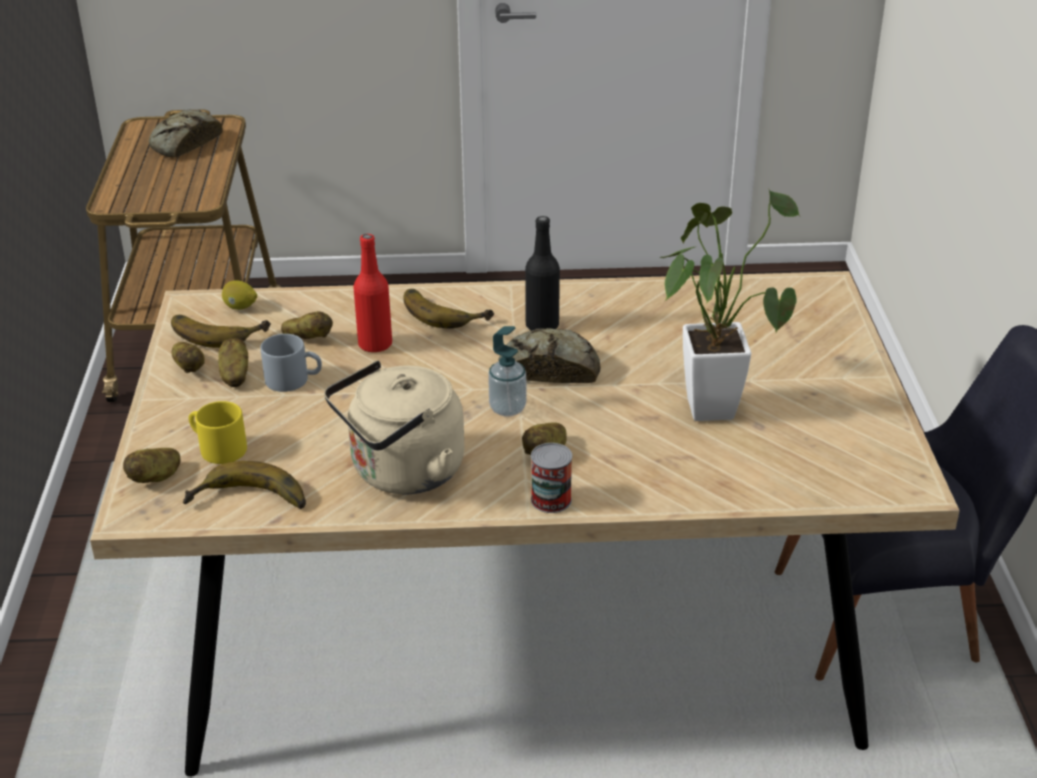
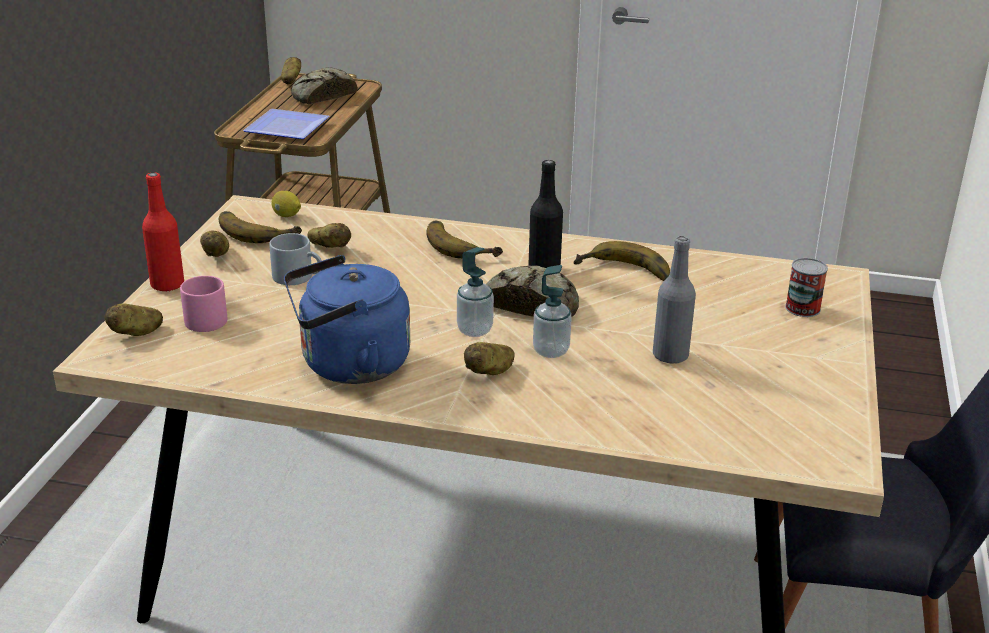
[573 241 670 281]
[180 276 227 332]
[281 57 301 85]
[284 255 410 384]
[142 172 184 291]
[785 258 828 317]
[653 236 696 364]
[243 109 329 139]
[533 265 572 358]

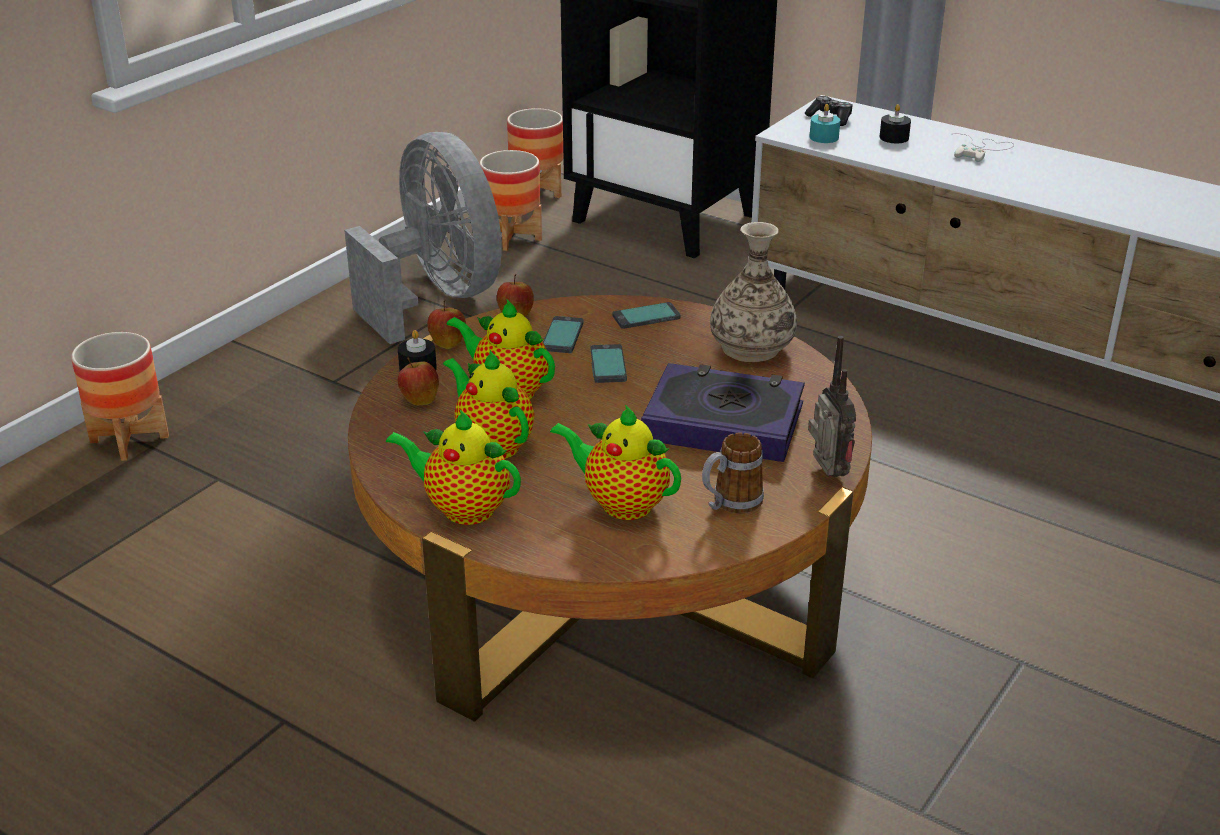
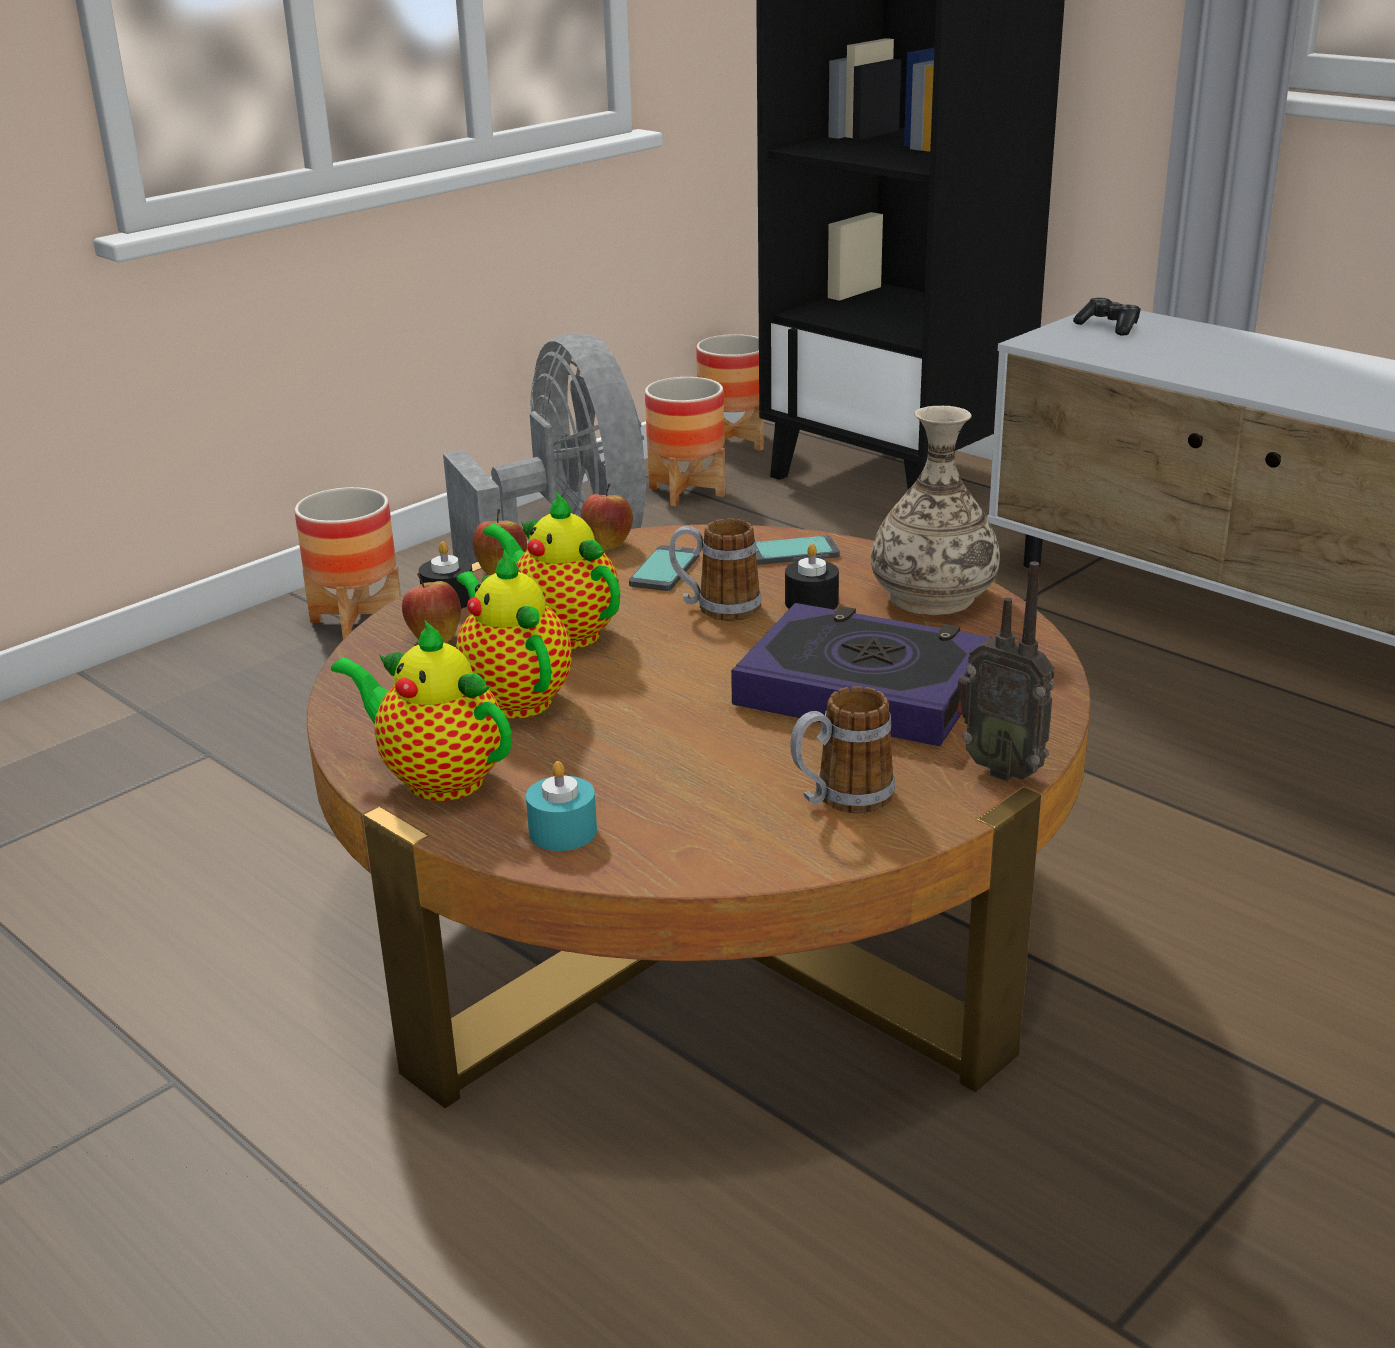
[295 487 401 640]
[550 405 681 520] (first image)
[669 518 762 621]
[957 561 1055 781]
[526 761 597 851]
[785 544 839 610]
[954 134 1014 162] (first image)

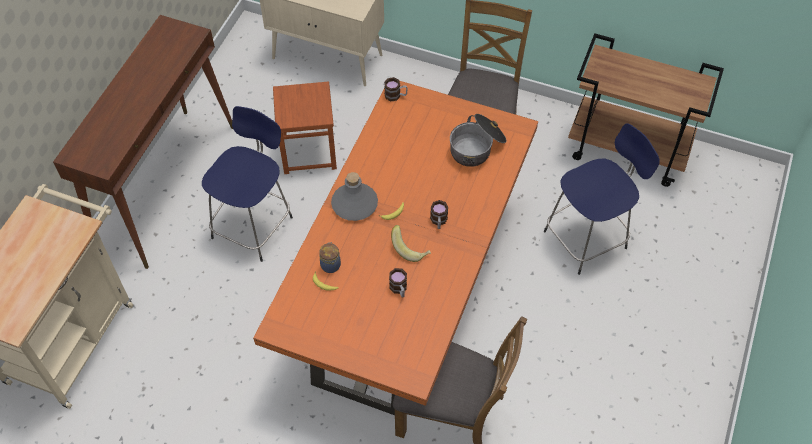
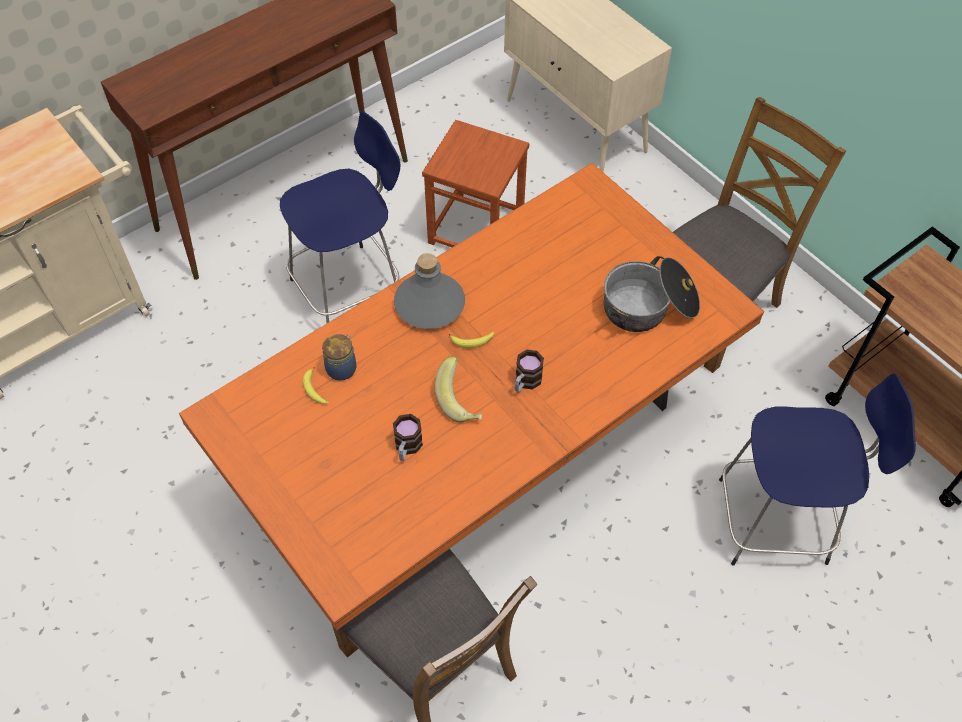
[384 77 408 101] (first image)

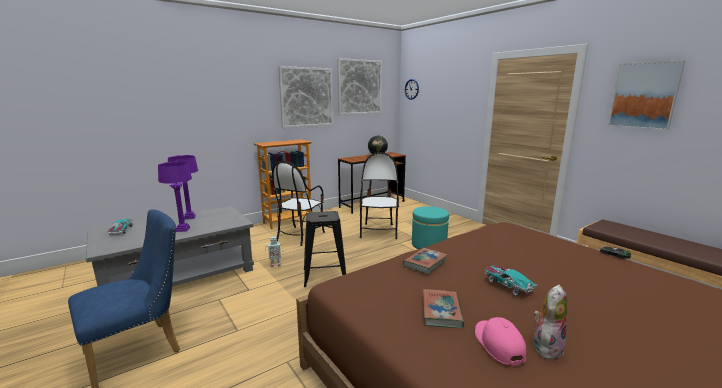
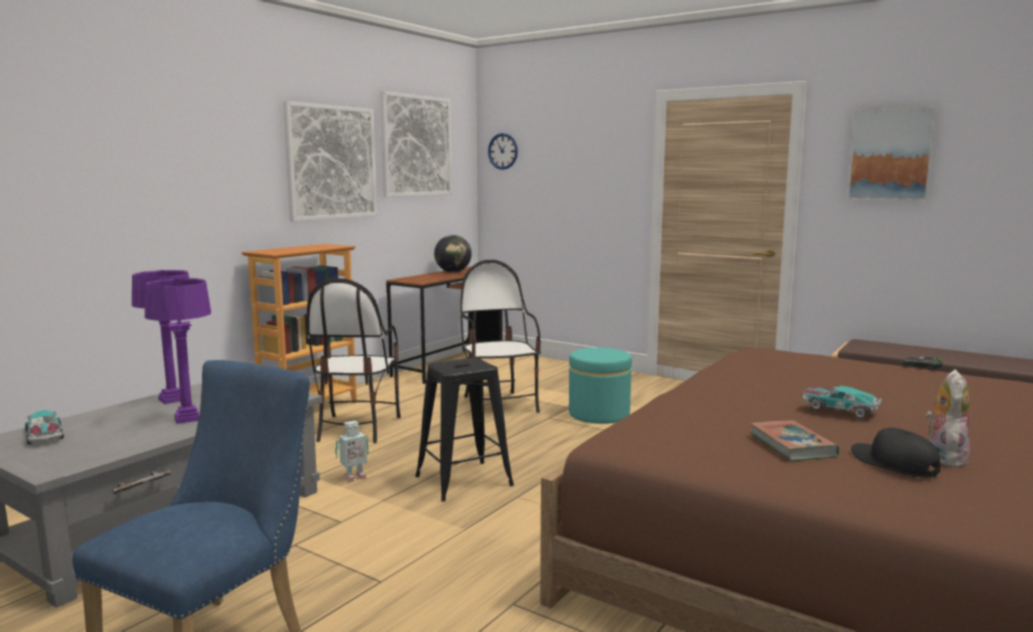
[403 248 447 274] (first image)
[851 428 940 477]

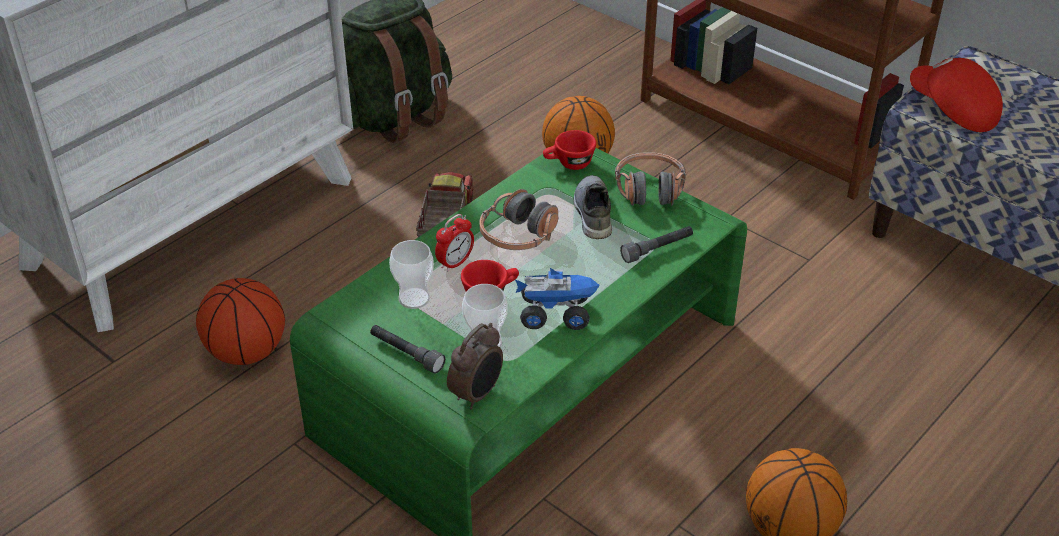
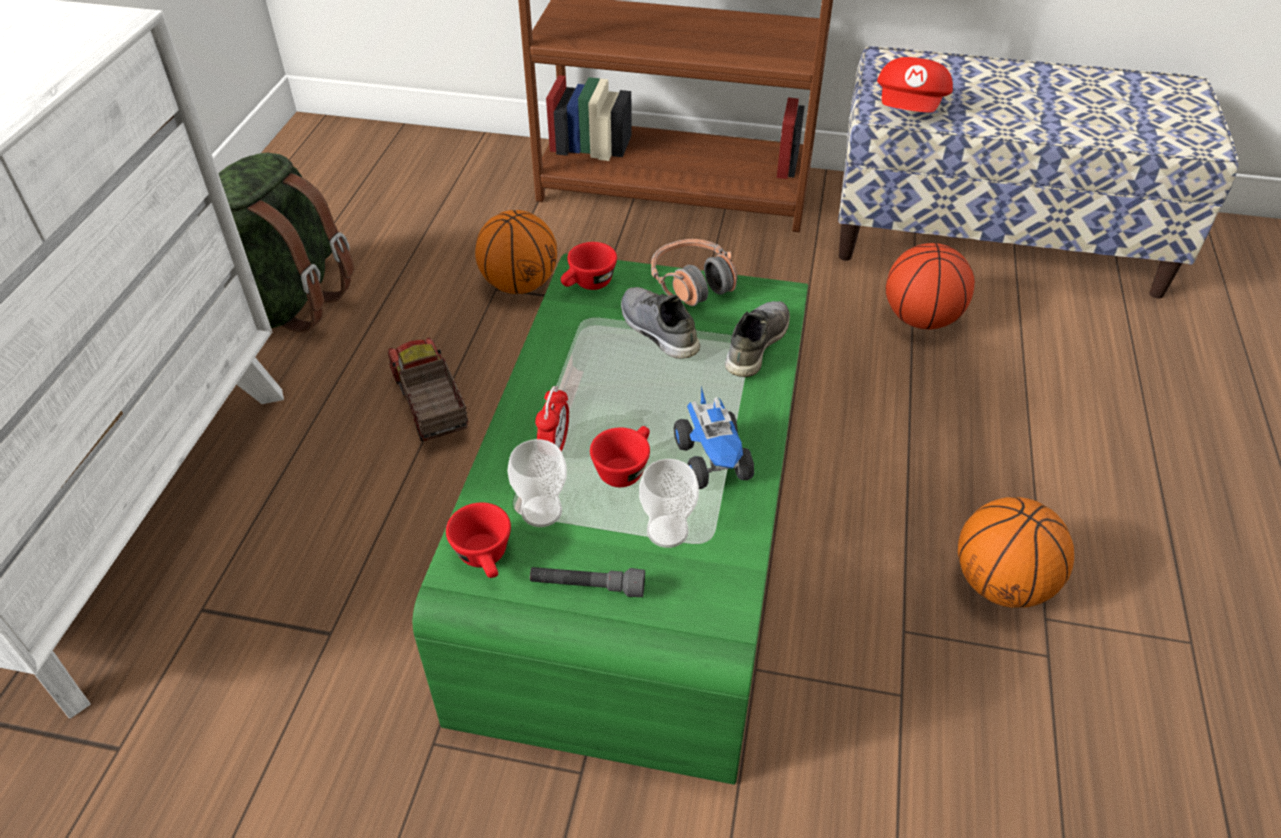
[886 243 975 330]
[447 323 503 410] (first image)
[480 189 558 250] (first image)
[674 386 754 489]
[725 301 790 377]
[877 57 953 112]
[446 502 511 578]

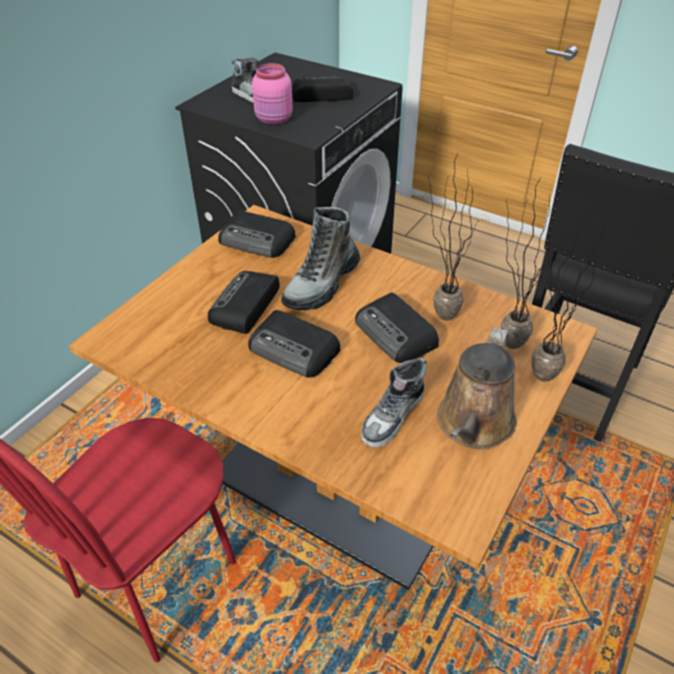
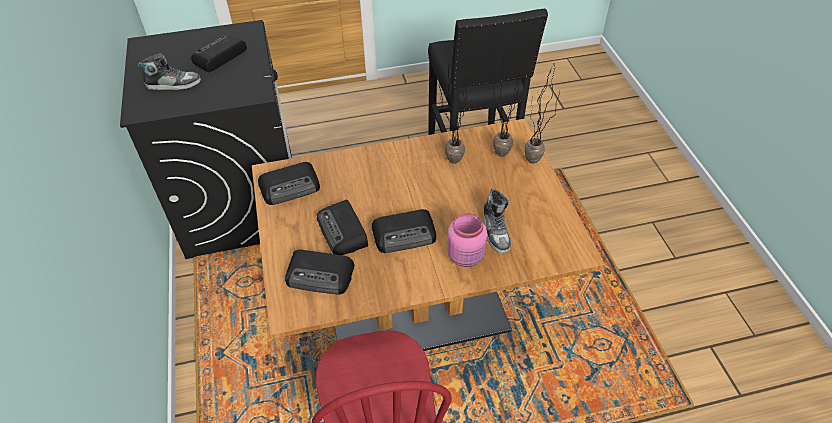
[447 213 487 267]
[281 207 360 311] (first image)
[285 250 354 295]
[437 327 517 449] (first image)

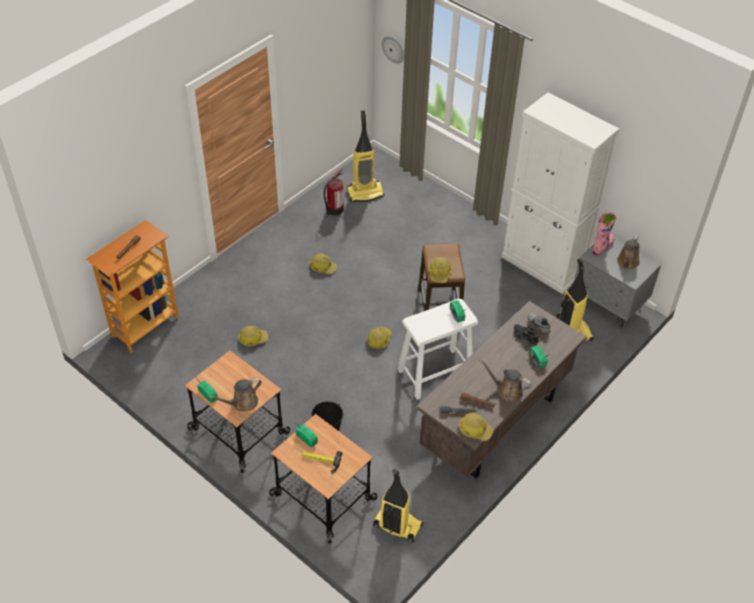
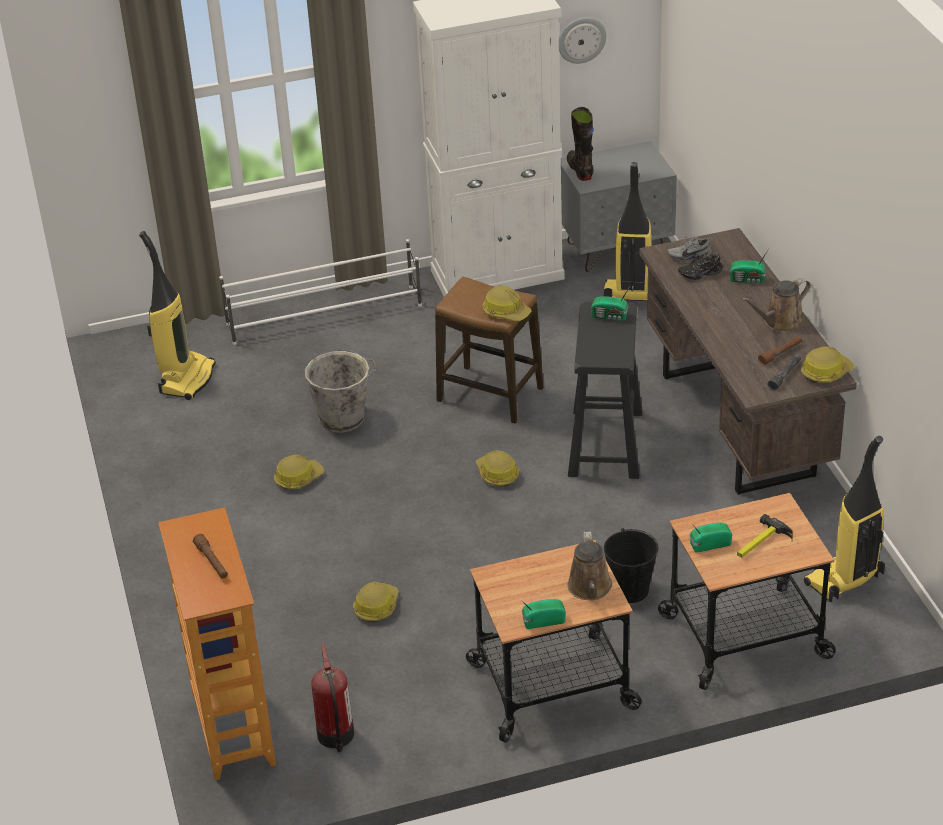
[311 643 354 752]
[559 17 606 64]
[568 302 642 479]
[567 107 594 181]
[617 235 640 269] (first image)
[219 239 422 345]
[305 349 377 433]

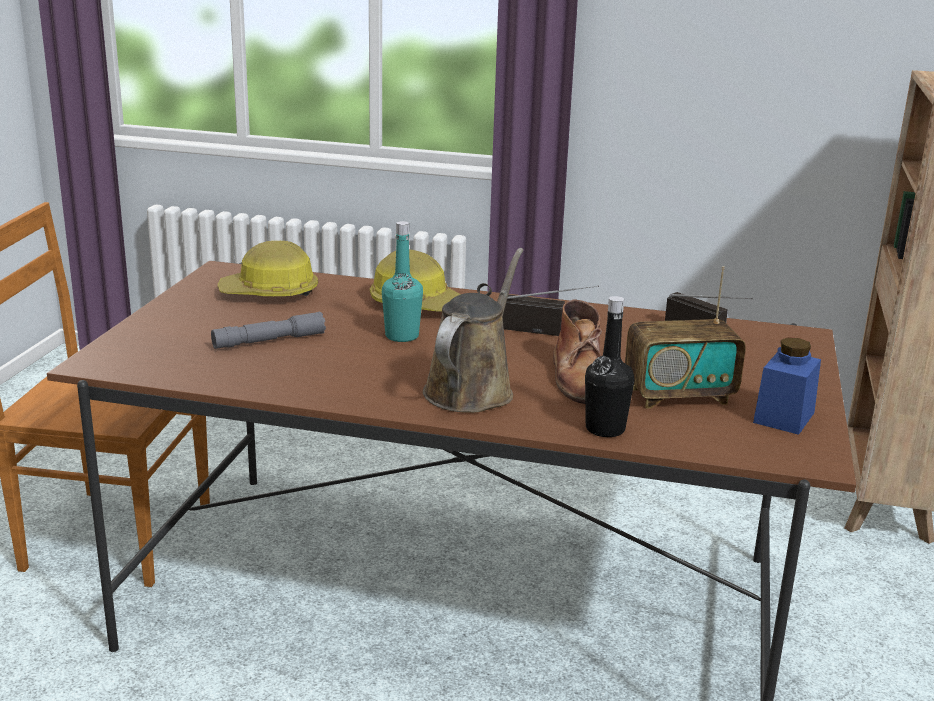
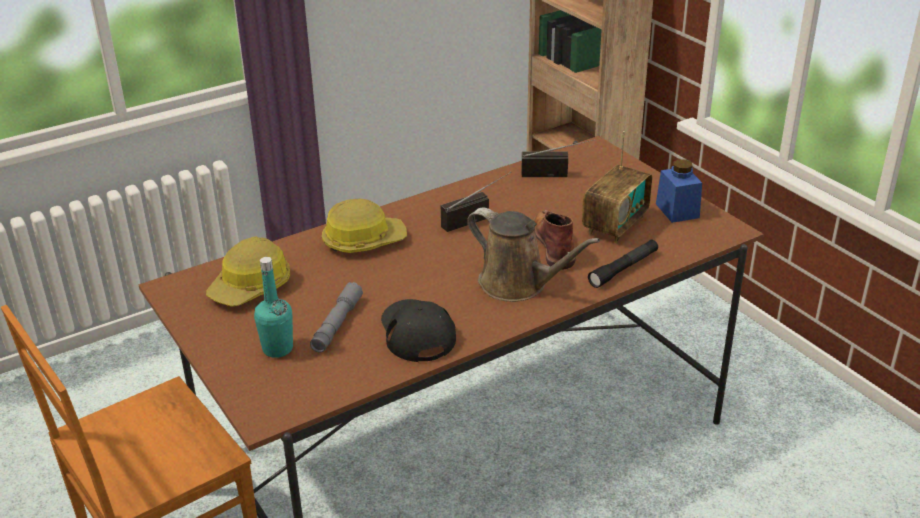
[254 257 293 358]
[467 208 600 302]
[534 210 576 270]
[588 240 658 288]
[381 299 456 362]

